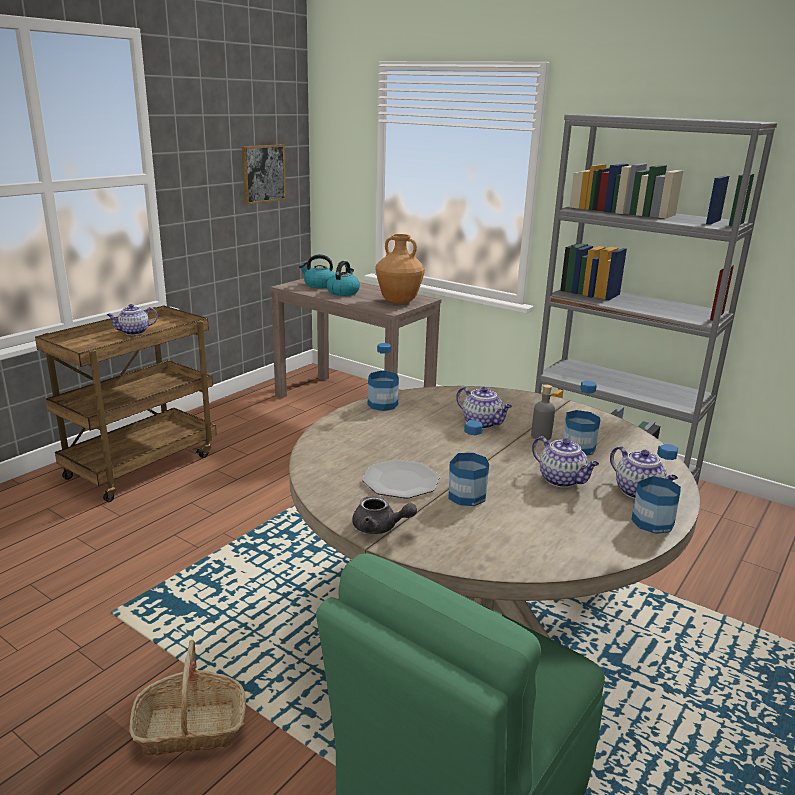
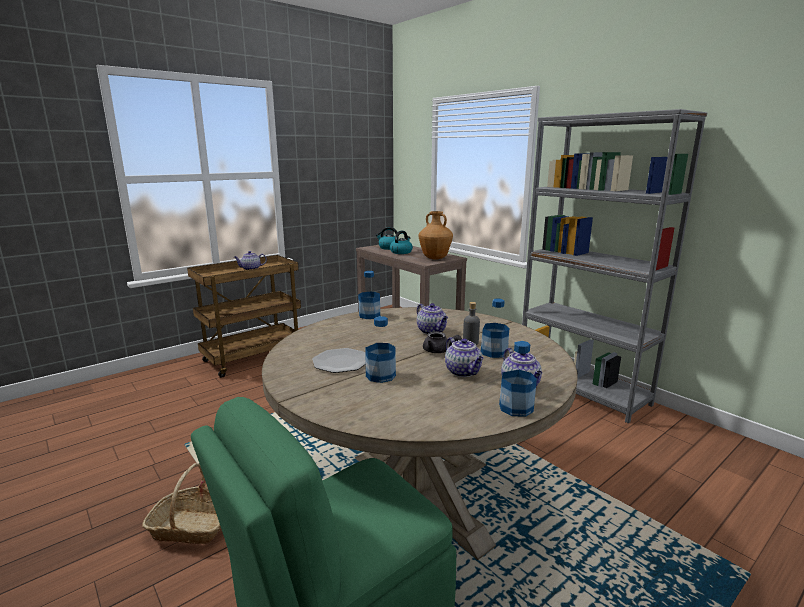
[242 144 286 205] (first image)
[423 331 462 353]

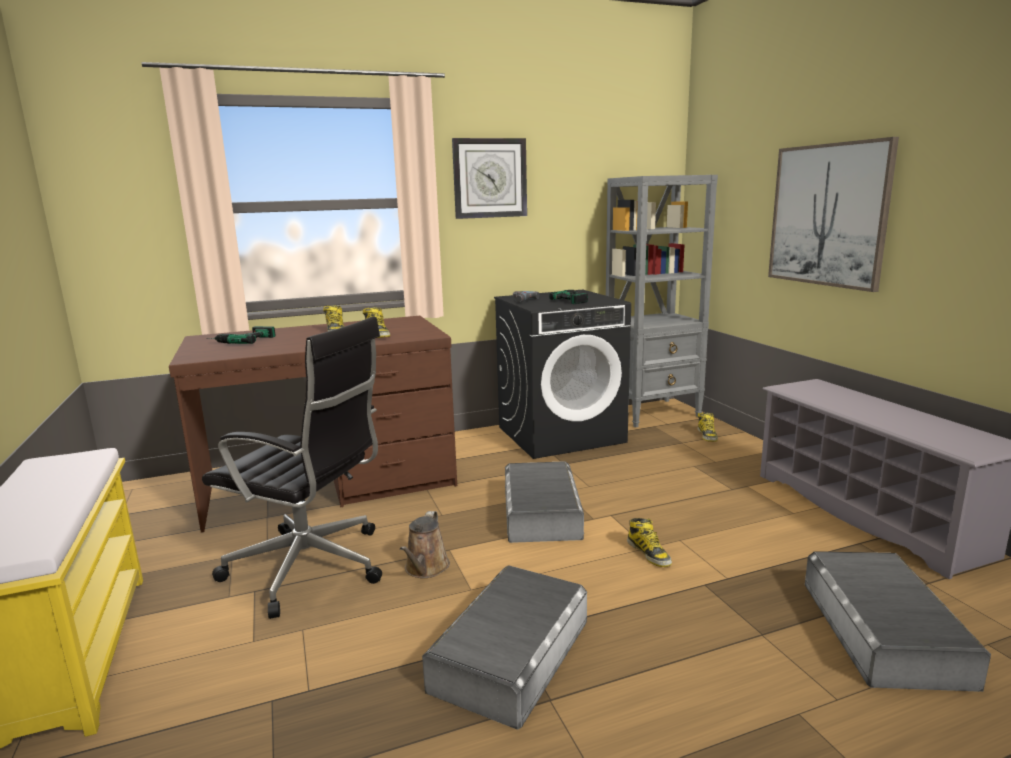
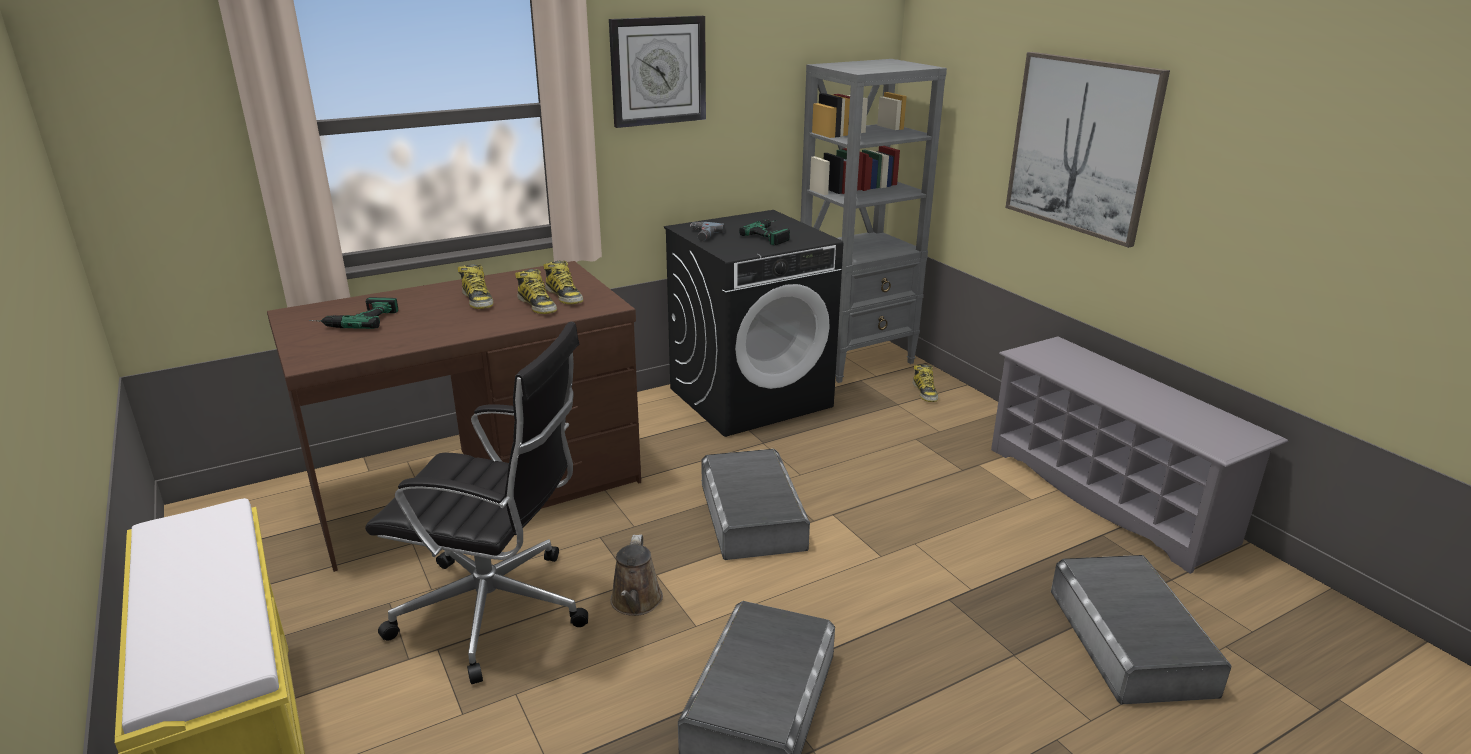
[543 261 583 304]

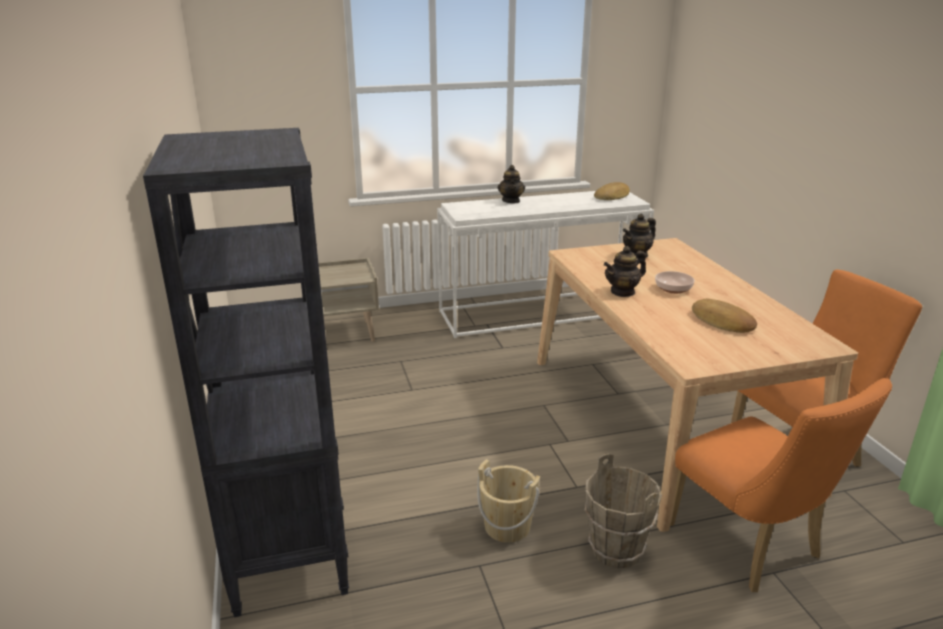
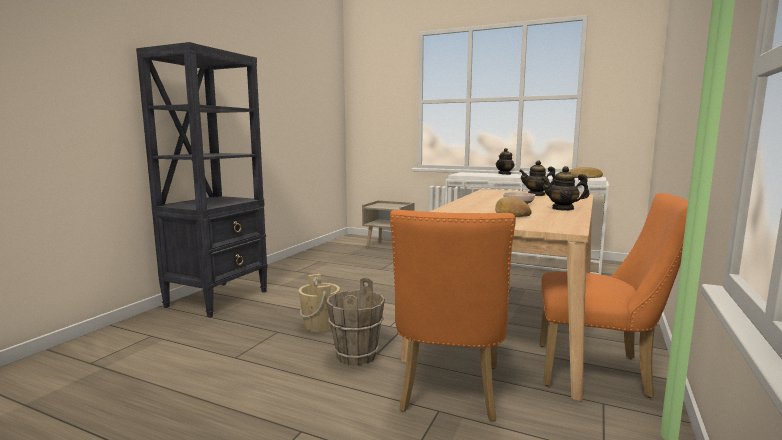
[541 166 590 211]

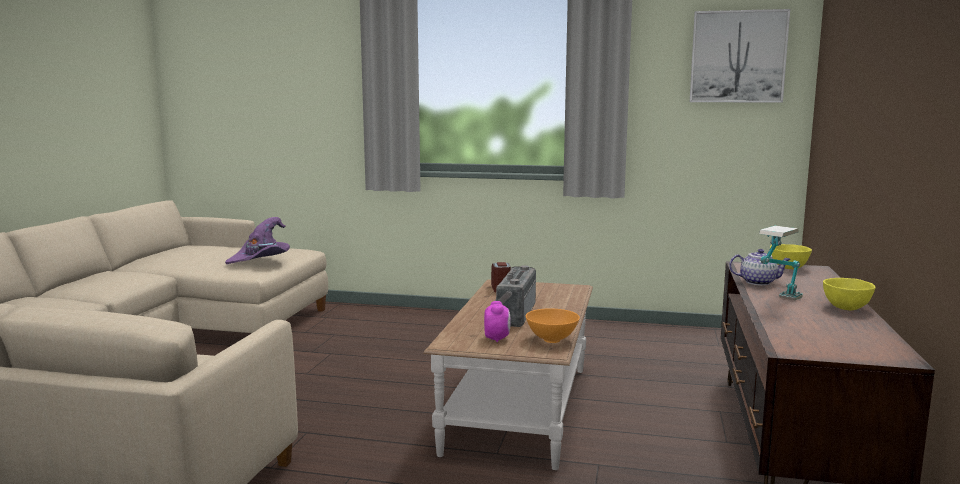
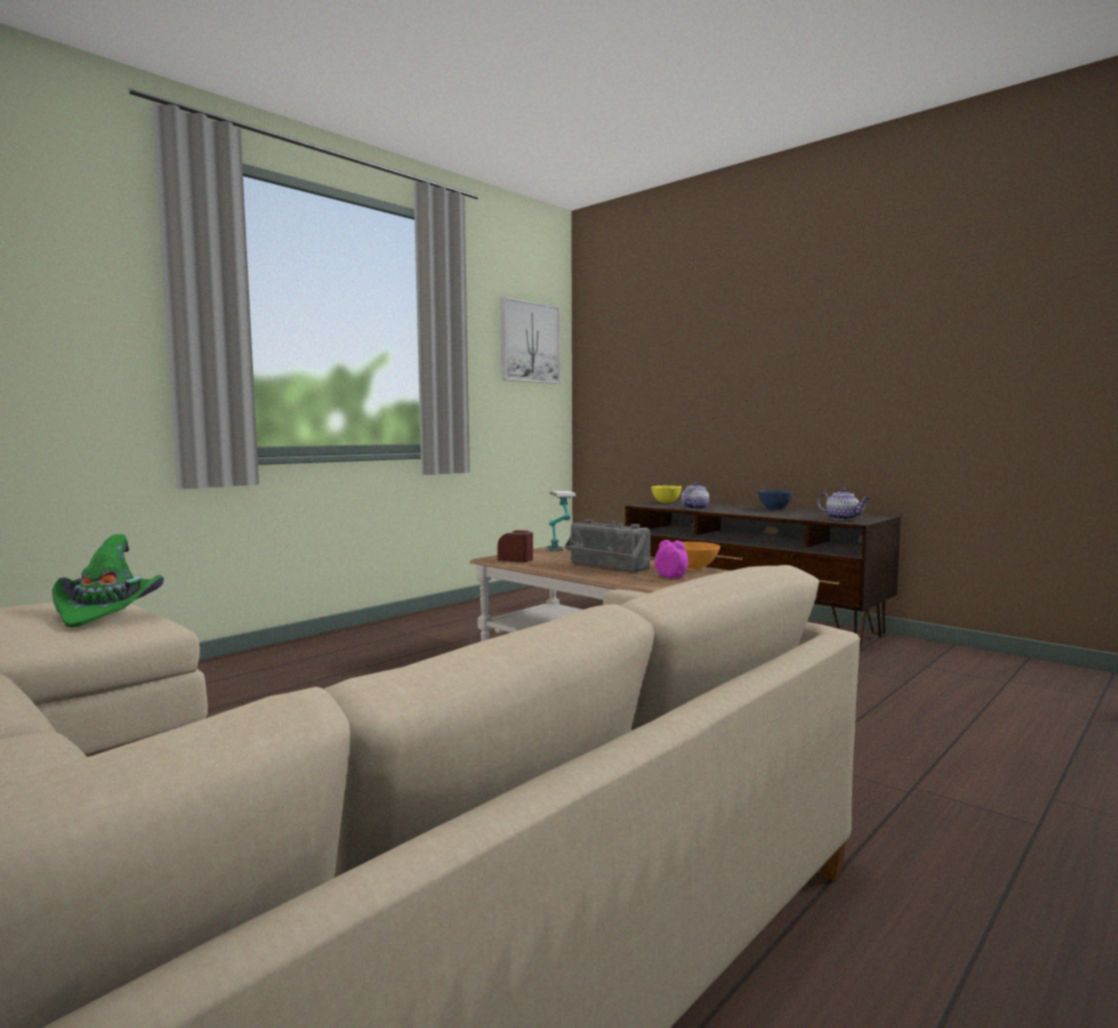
[52 534 164 628]
[547 491 576 552]
[758 490 793 509]
[817 488 870 520]

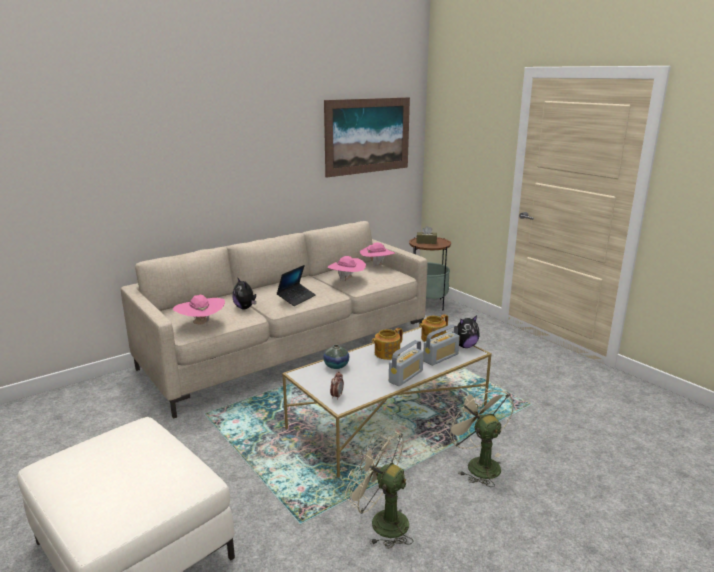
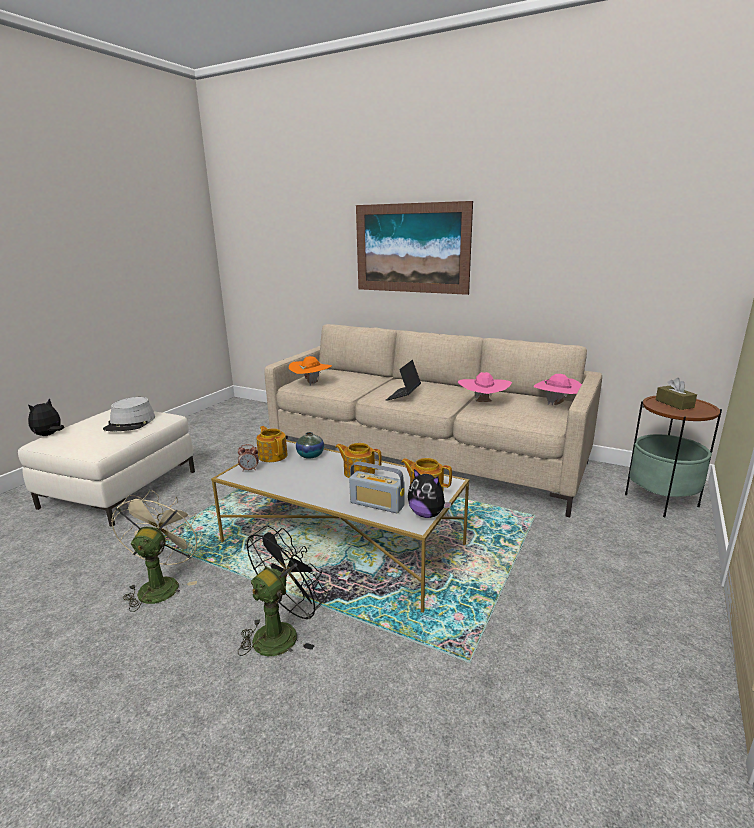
[289 356 332 385]
[28 398 64 436]
[386 360 421 401]
[356 201 473 295]
[389 340 424 386] (first image)
[237 526 328 656]
[103 397 155 431]
[256 426 288 462]

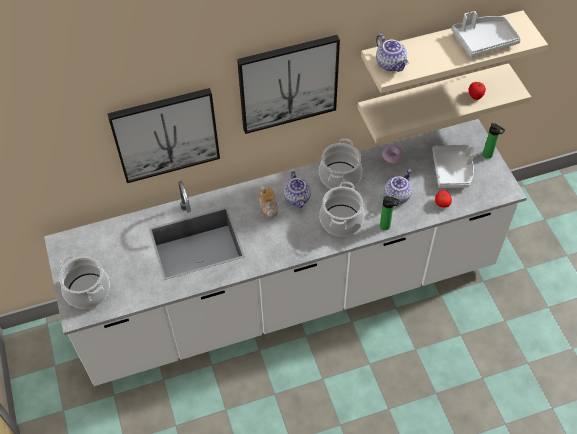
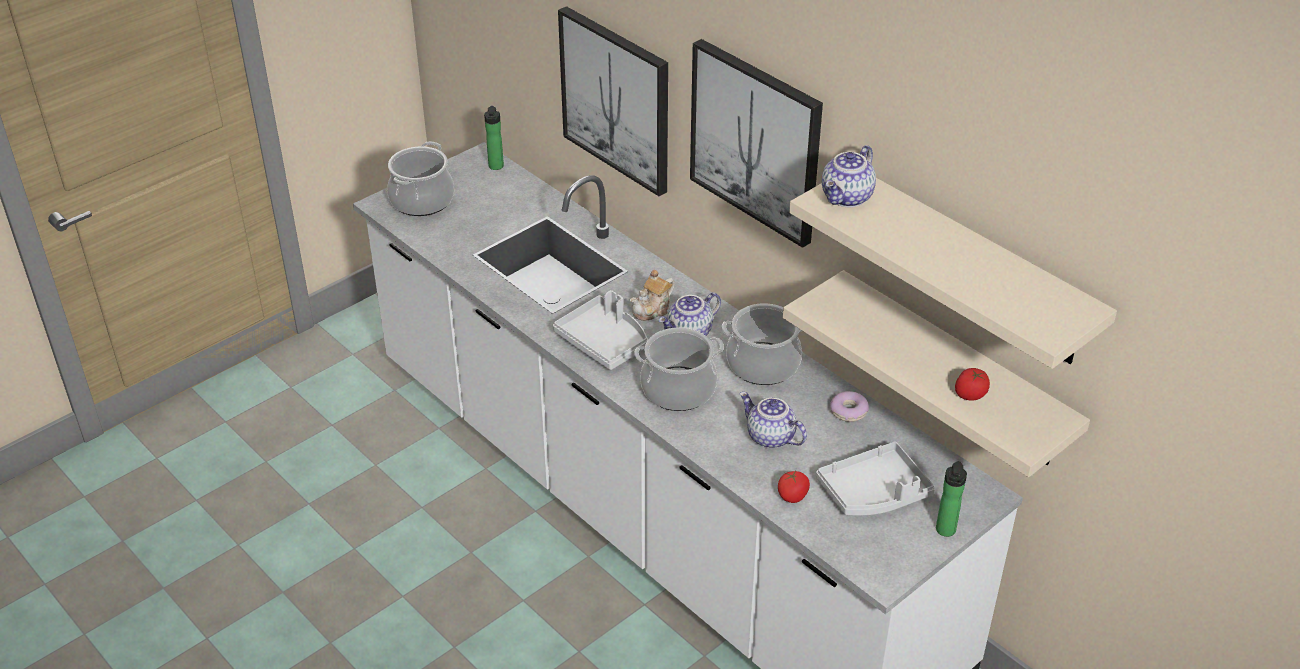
[484 106 504 170]
[740 392 807 449]
[553 290 648 370]

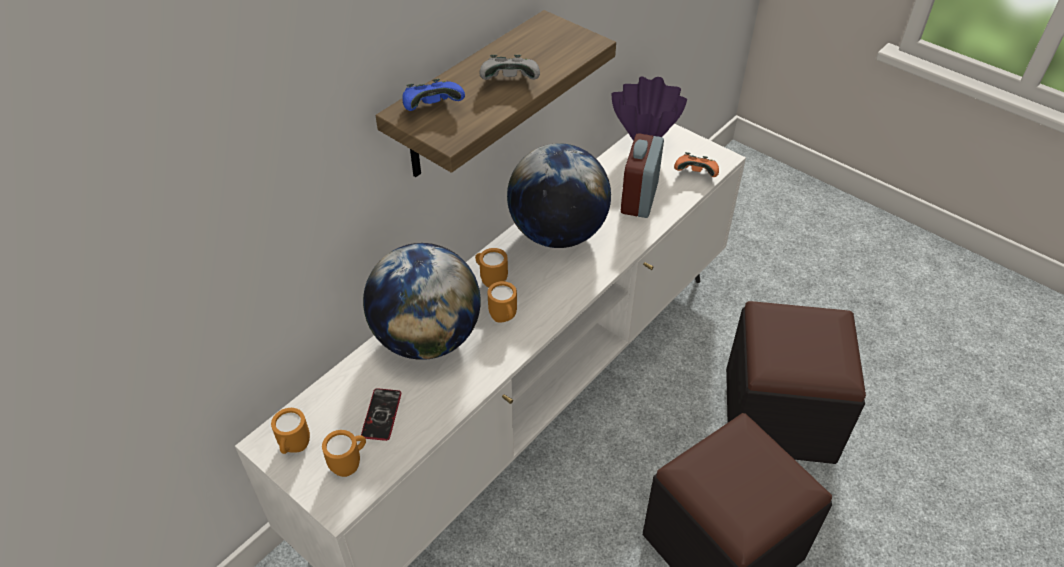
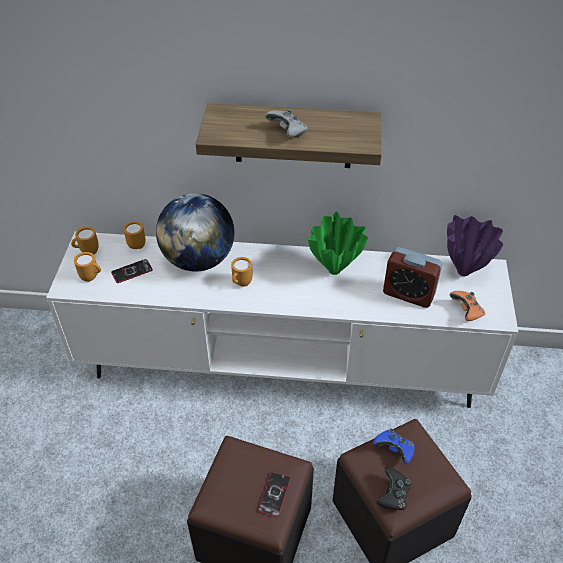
[373 428 415 464]
[123 221 146 249]
[308 212 368 275]
[383 247 443 308]
[258 472 291 517]
[376 467 411 510]

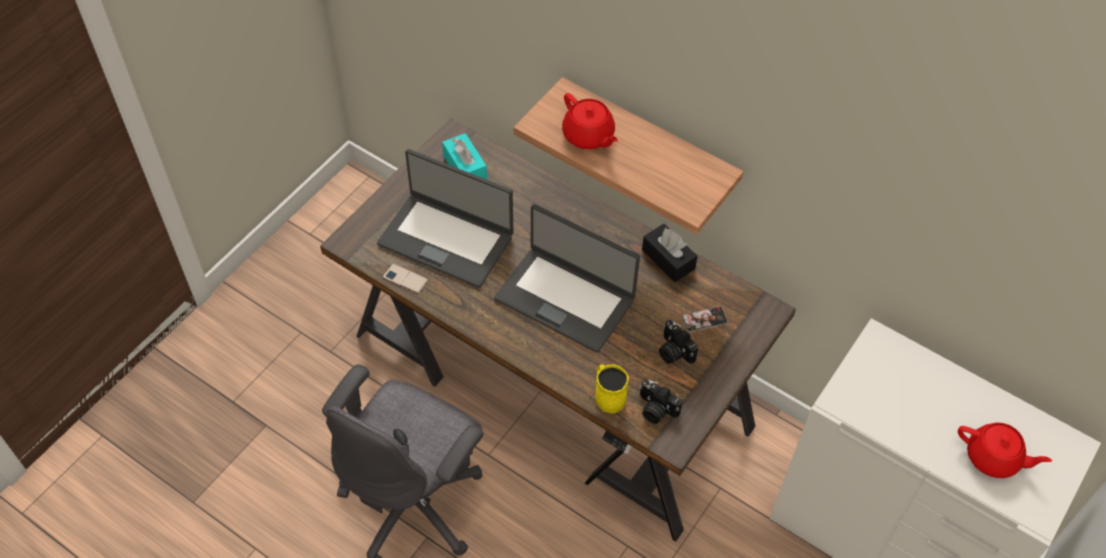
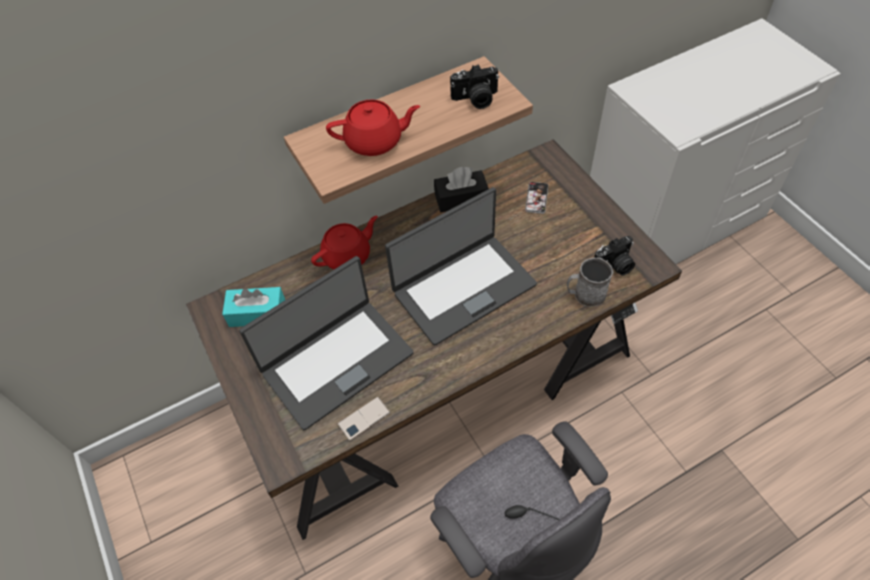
[567 258 613 307]
[450 64 499 109]
[311 216 378 269]

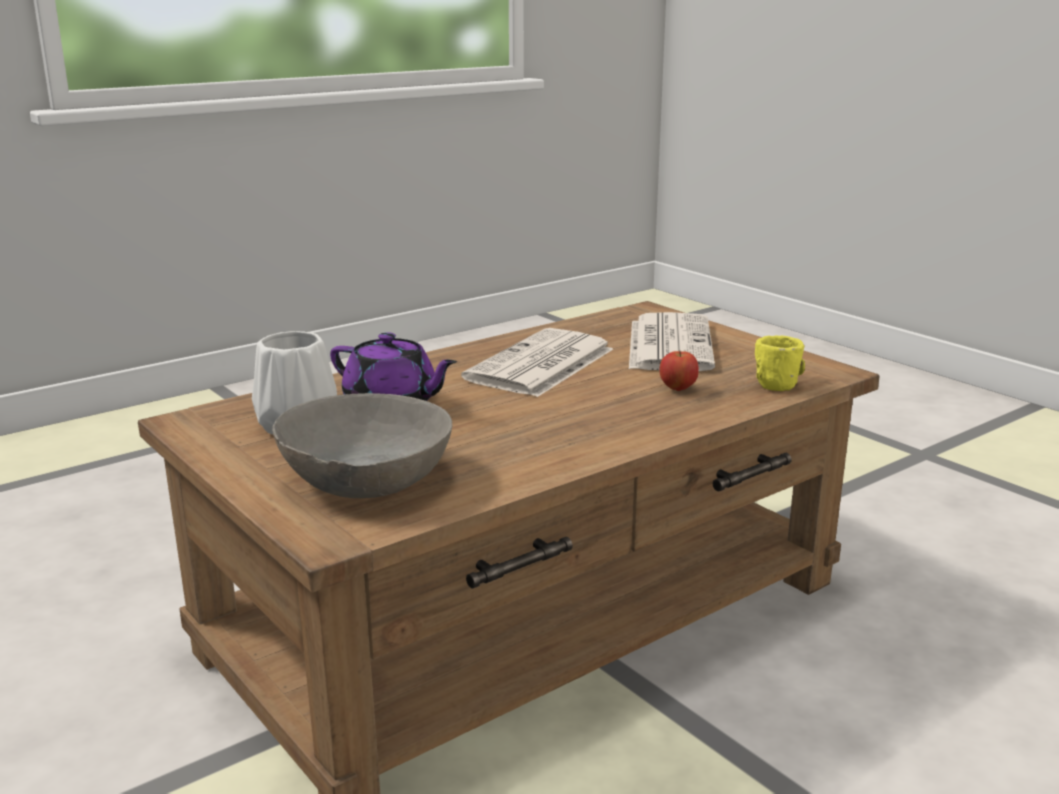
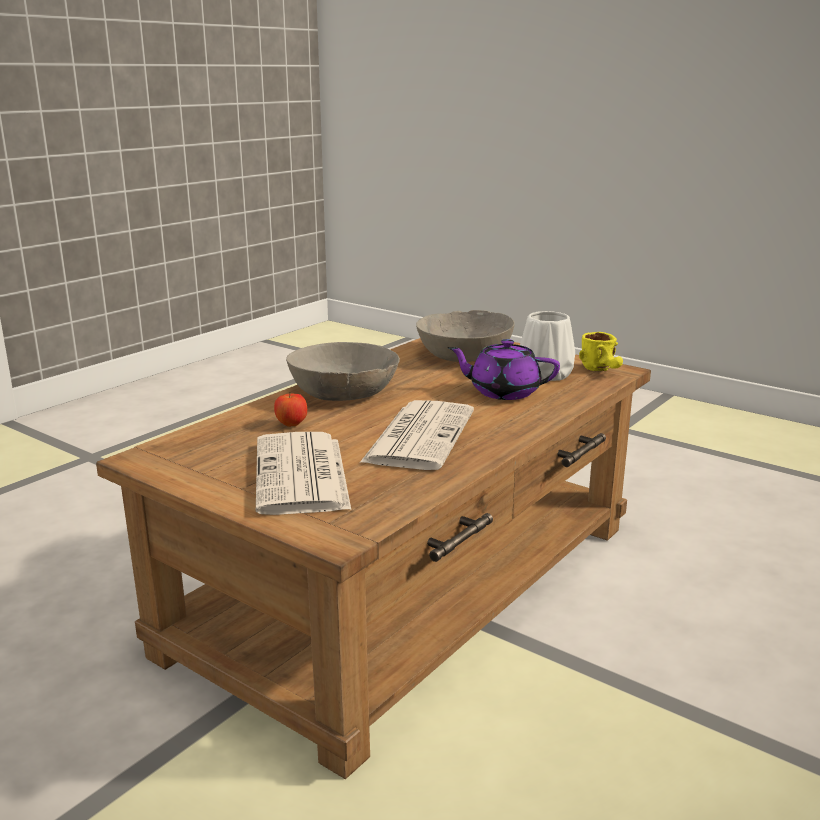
[579 332 623 371]
[286 342 400 401]

